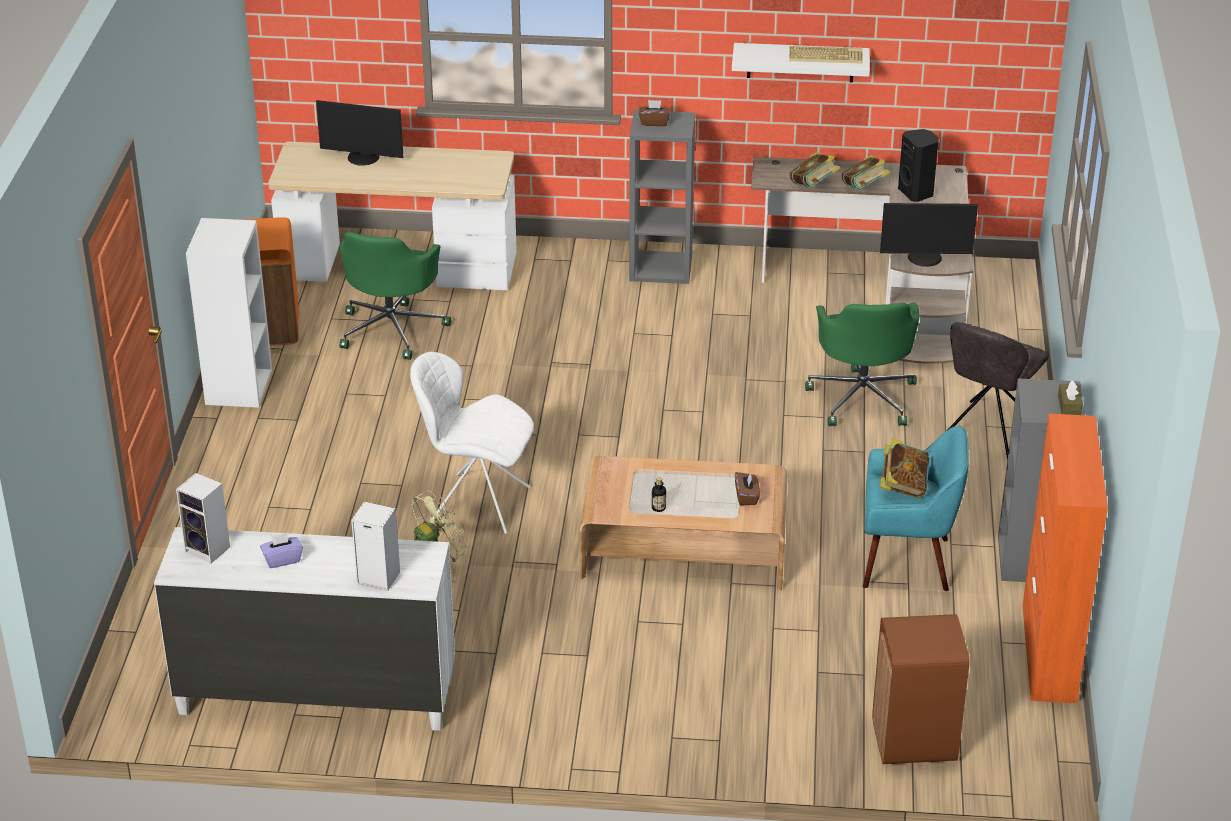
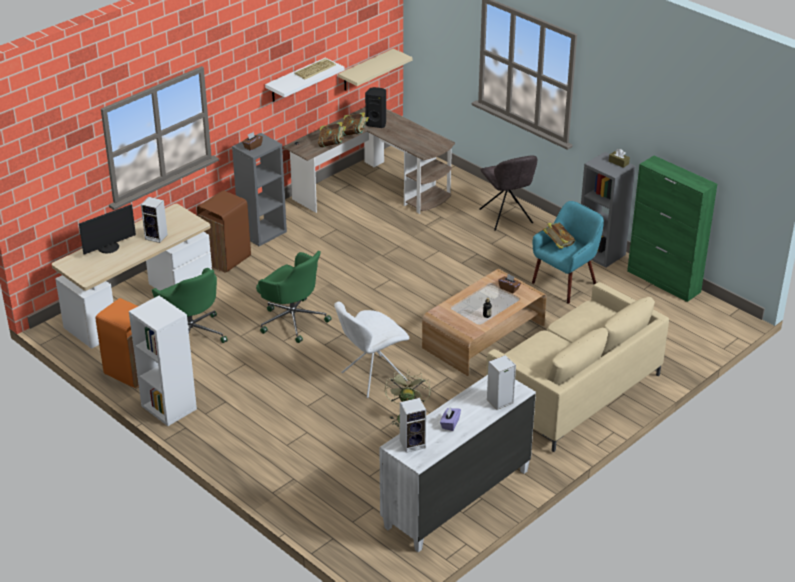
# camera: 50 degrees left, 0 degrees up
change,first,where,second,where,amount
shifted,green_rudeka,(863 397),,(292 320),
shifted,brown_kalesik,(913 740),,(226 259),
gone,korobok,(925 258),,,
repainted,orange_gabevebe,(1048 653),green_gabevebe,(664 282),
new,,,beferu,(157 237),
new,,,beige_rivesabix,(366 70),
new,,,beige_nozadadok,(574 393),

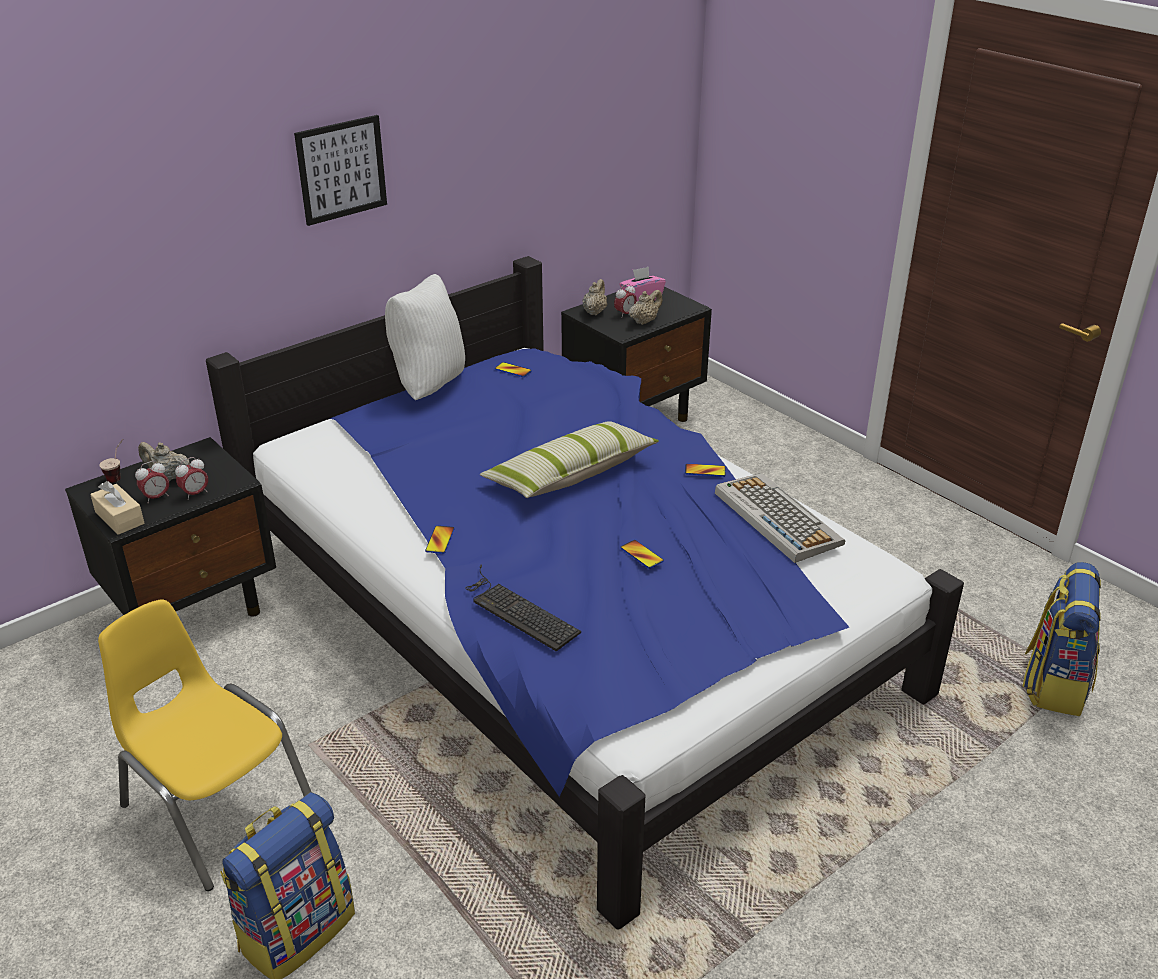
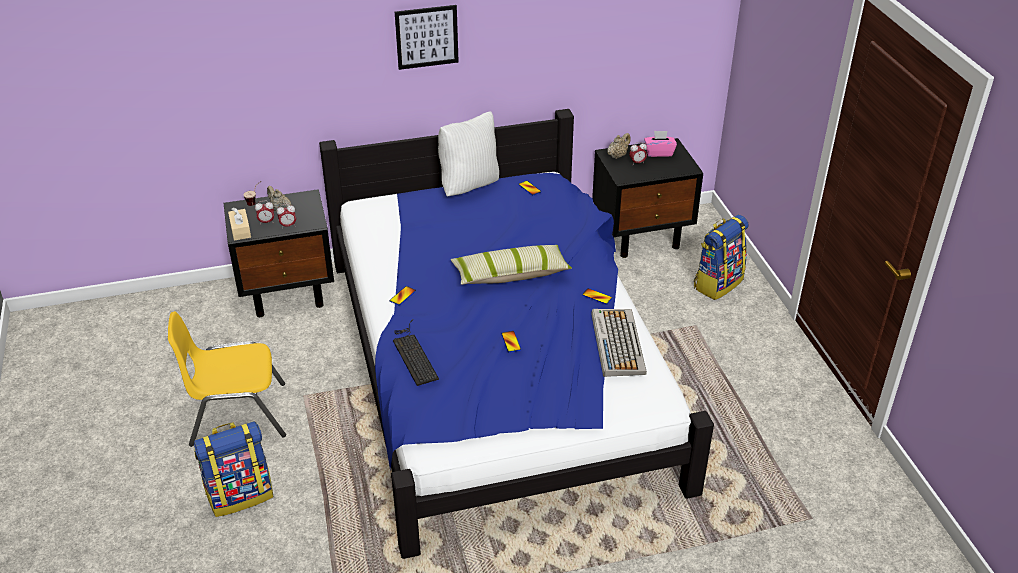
# camera: 25 degrees right, 5 degrees up
change,first,where,second,where,amount
rotated,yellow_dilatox,(217 808),,(238 415),75 degrees counterclockwise
gone,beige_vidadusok,(644 321),,,
shifted,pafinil,(1053 683),,(717 283),

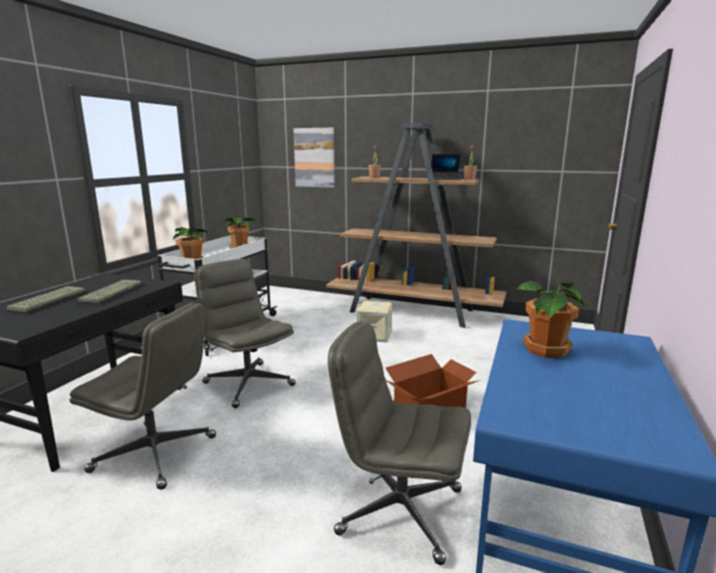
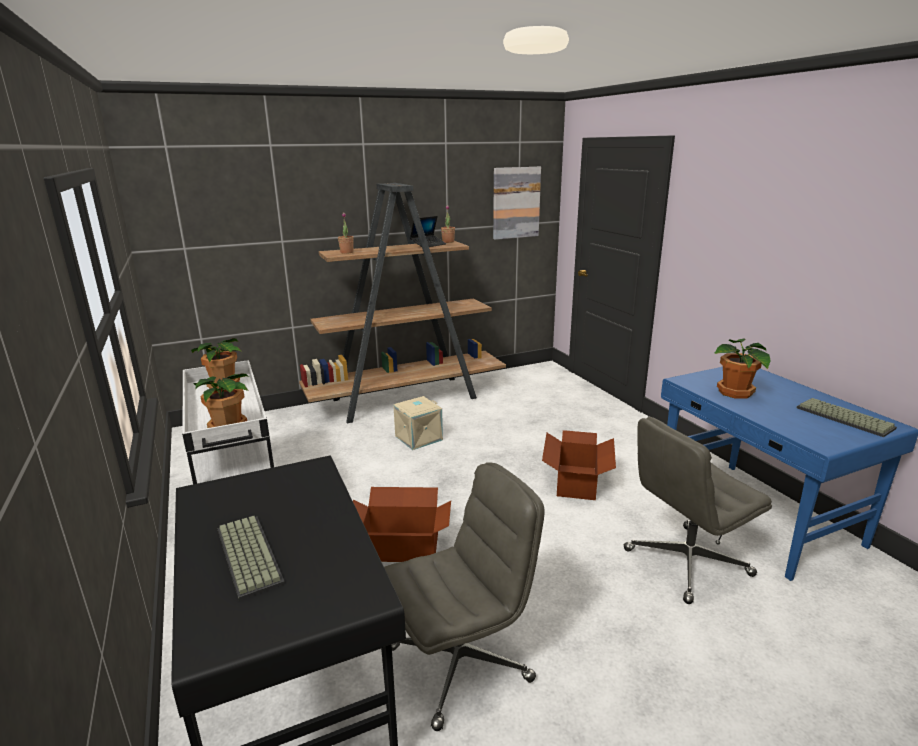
# camera: 45 degrees left, 5 degrees up
change,first,where,second,where,amount
shifted,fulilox,(112 293),,(842 418),
swapped,grey_rudeka,(248 384),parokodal,(400 546),
shifted,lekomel,(314 157),,(516 203),

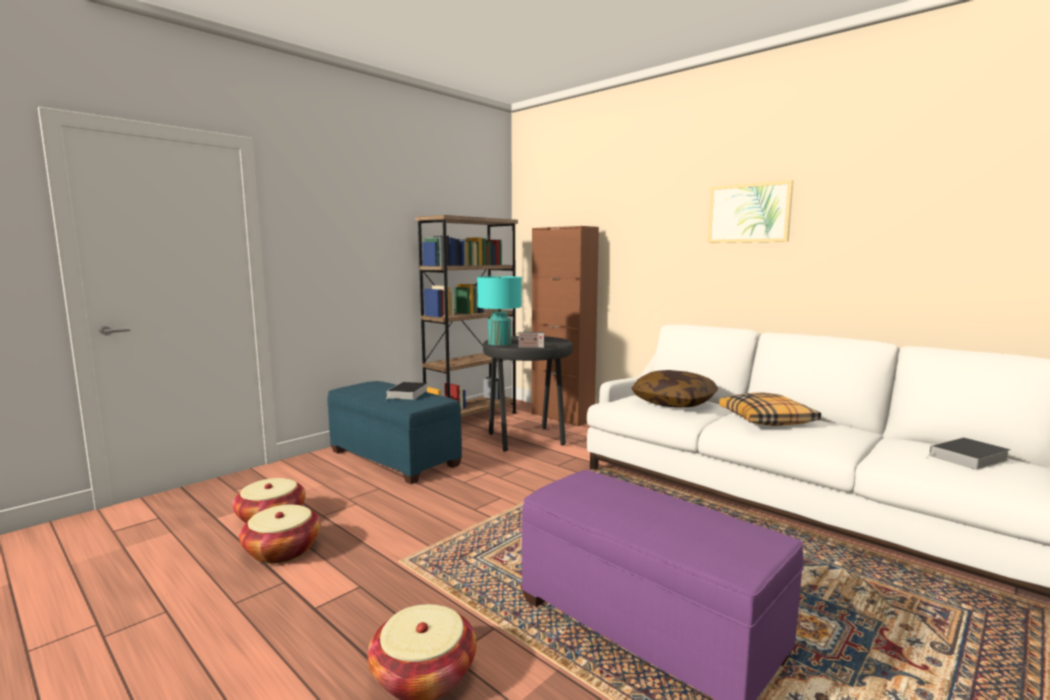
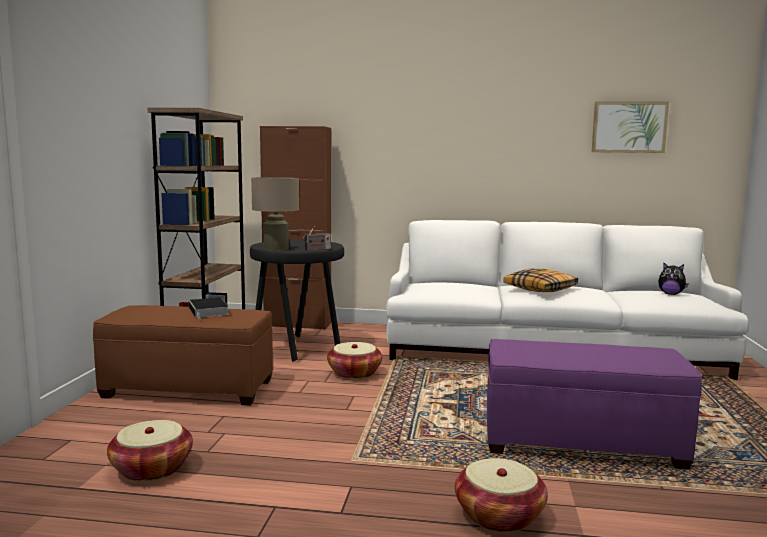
# camera: 35 degrees left, 0 degrees up
change,first,where,second,where,amount
shifted,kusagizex,(282 551),,(354 373),
repainted,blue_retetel,(393 458),brown_retetel,(188 389),
repainted,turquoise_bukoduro,(499 343),beige_bukoduro,(276 248),
gone,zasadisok,(674 402),,,
shifted,lekomel,(749 213),,(629 127),
swapped,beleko,(968 458),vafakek,(671 294),

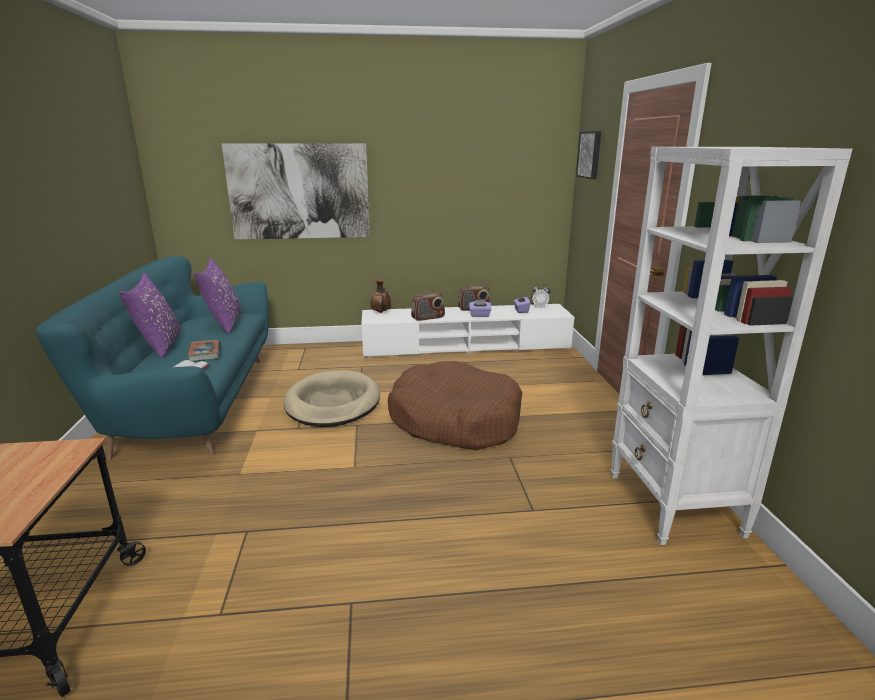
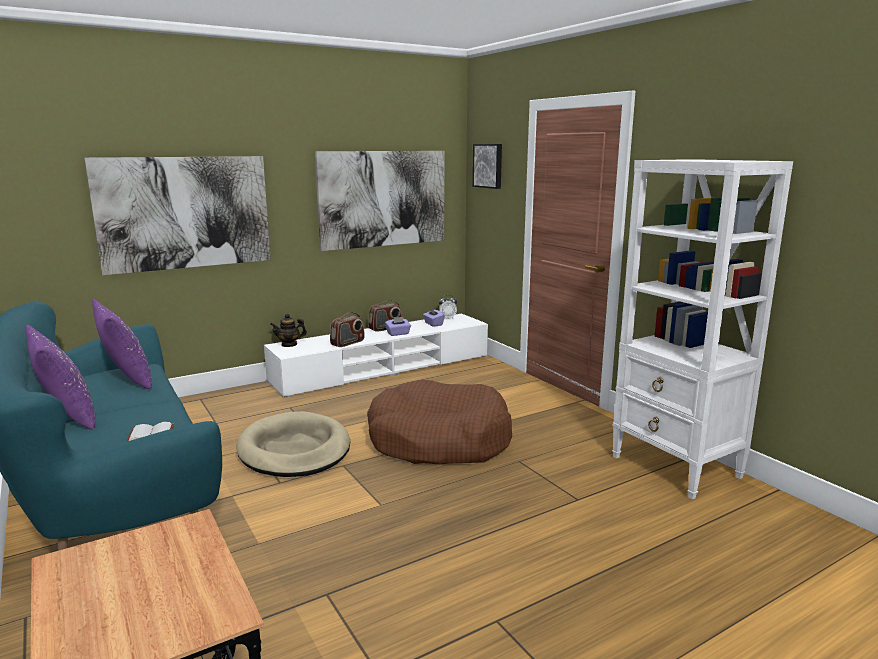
# camera: 25 degrees left, 5 degrees down
change,first,where,second,where,amount
gone,beleko,(205 353),,,
swapped,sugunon,(381 312),vidadusok,(289 344),
new,,,lekomel,(383 198),

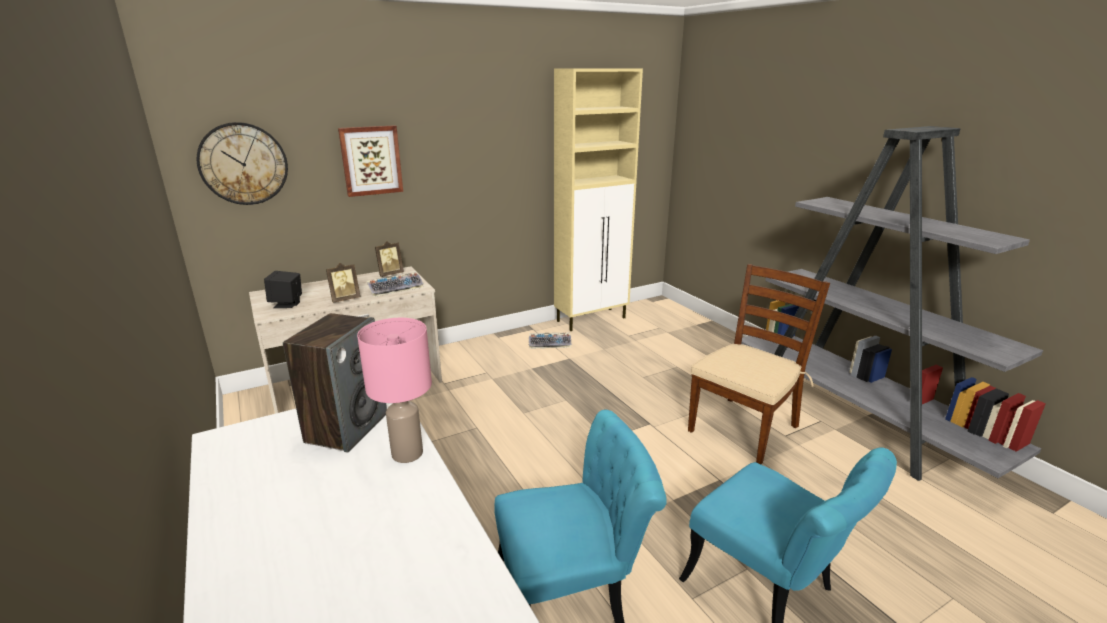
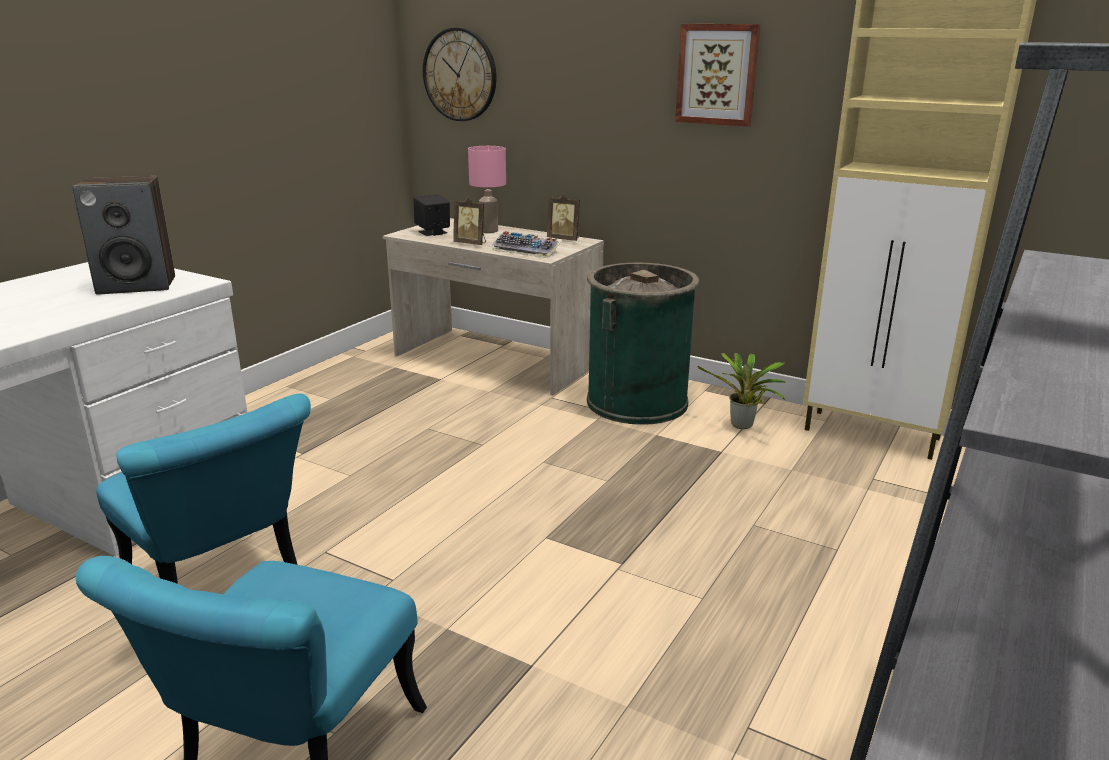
# camera: 60 degrees right, 0 degrees up
change,first,where,second,where,amount
shifted,lekomel,(371 160),,(717 74),
shifted,pink_bukoduro,(408 453),,(489 231),
swapped,fulilox,(550 343),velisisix,(742 427),
gone,brown_dilatox,(743 428),,,
new,,,green_kalesik,(637 402),

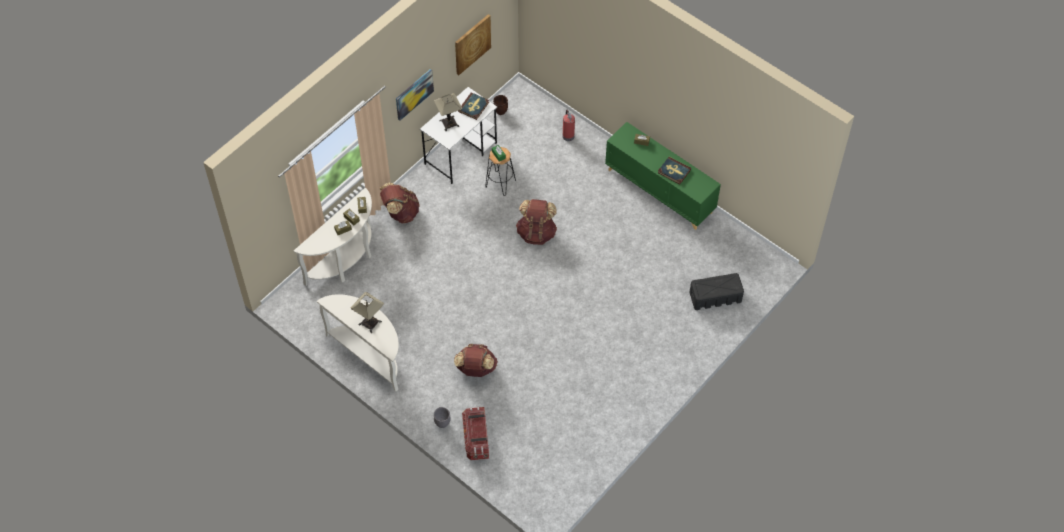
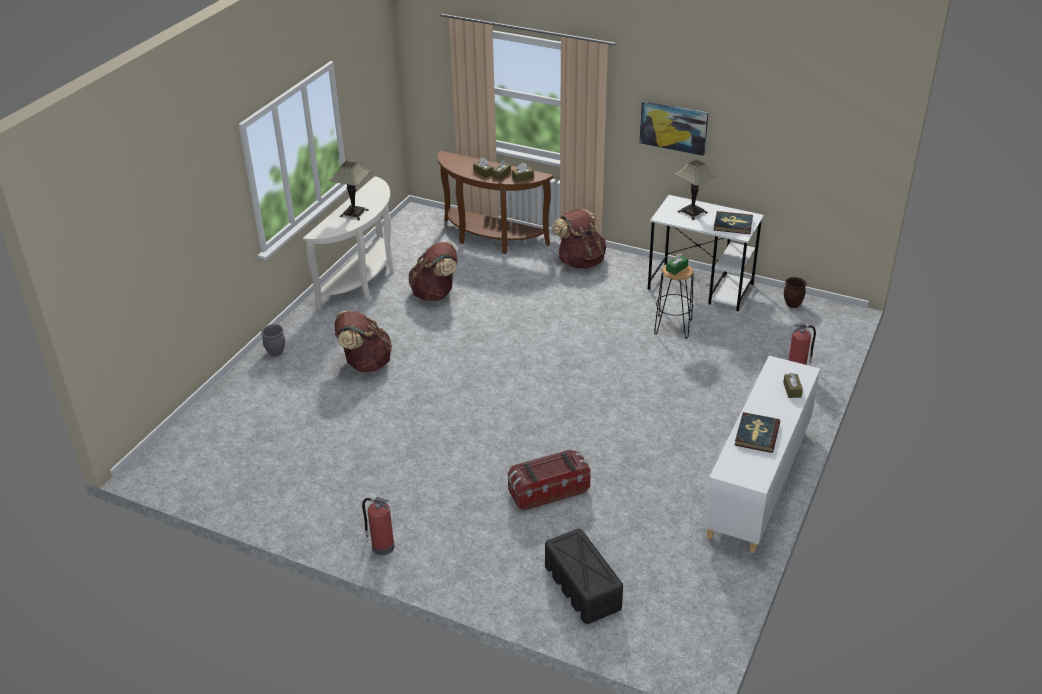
# camera: 75 degrees right, 20 degrees down
change,first,where,second,where,amount
repainted,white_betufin,(346 261),brown_betufin,(490 239),
gone,lekomel,(472 44),,,
shifted,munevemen,(476 438),,(548 491),
shifted,brown_pafinil,(536 233),,(435 294),
repainted,green_gabevebe,(660 191),white_gabevebe,(758 482),
new,,,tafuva,(382 546),

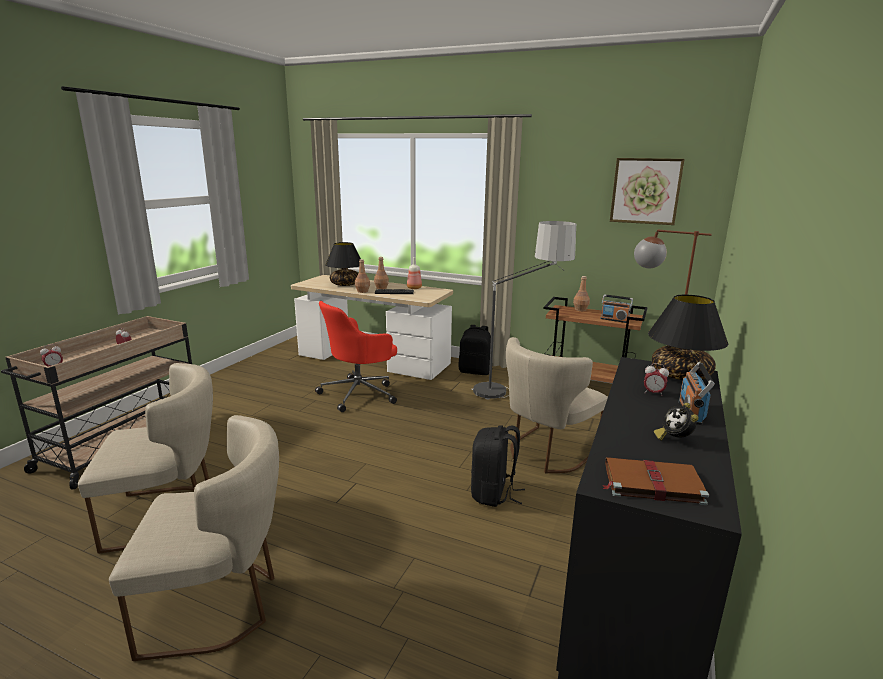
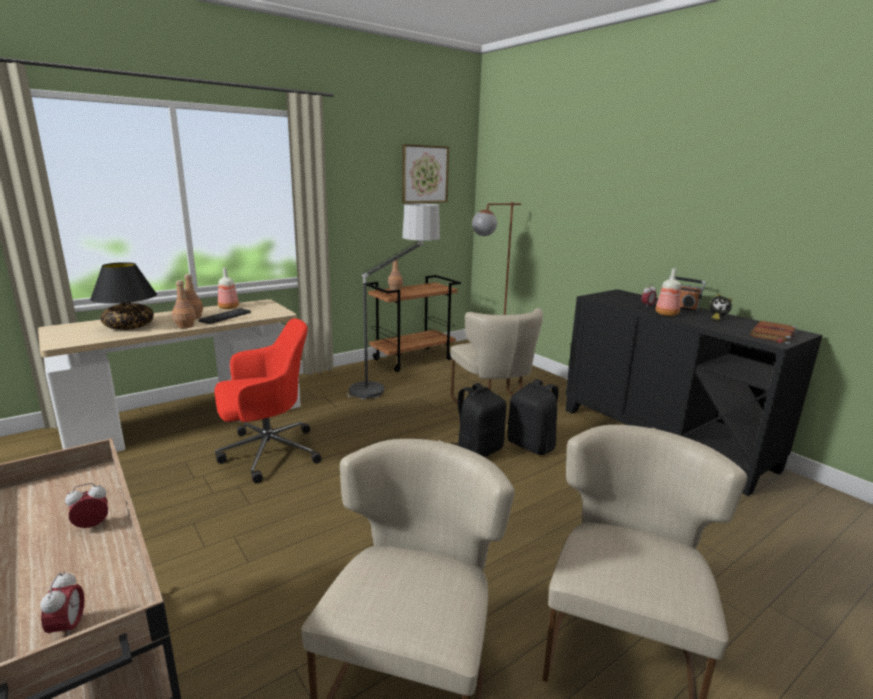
# camera: 60 degrees left, 0 degrees up
change,first,where,second,where,amount
rotated,red_rudeka,(359 394),,(267 453),105 degrees counterclockwise
shifted,black_pafinil,(475 371),,(478 451),
gone,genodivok,(614 320),,,
gone,black_bukoduro,(680 375),,,
new,,,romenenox,(667 314),

